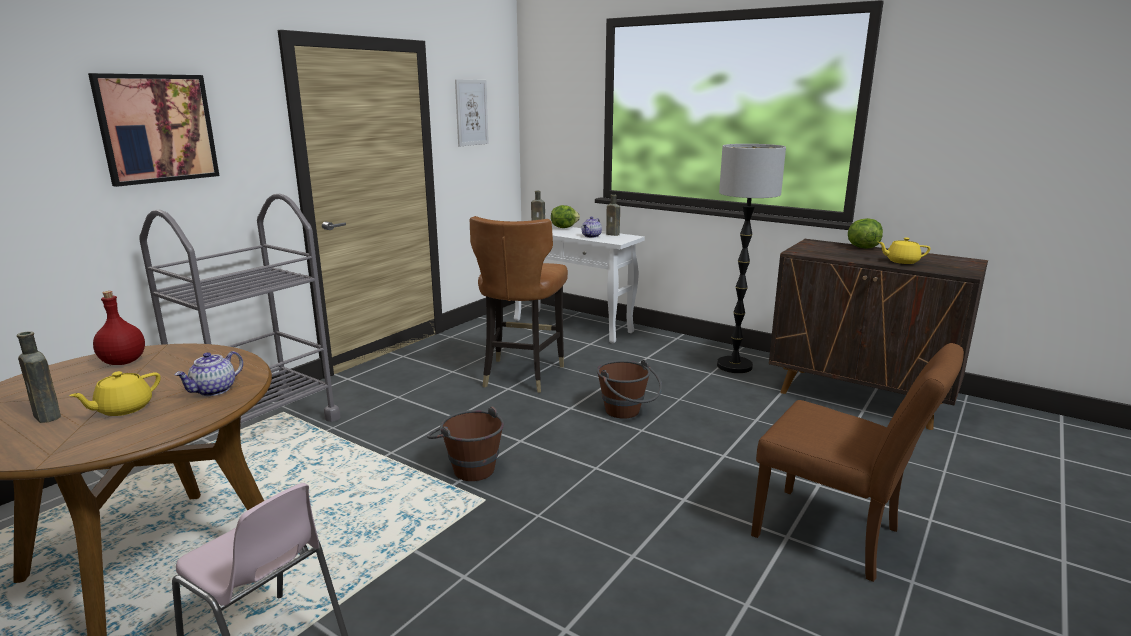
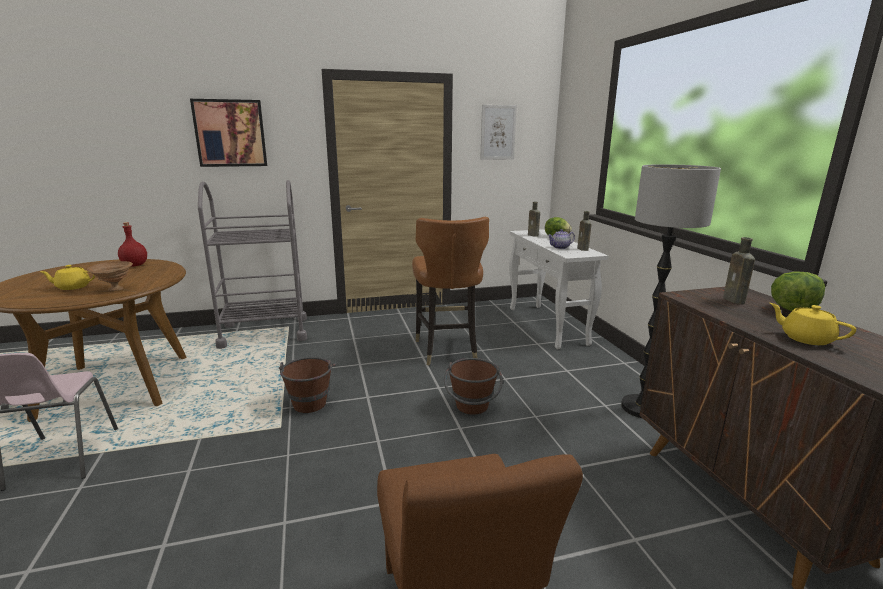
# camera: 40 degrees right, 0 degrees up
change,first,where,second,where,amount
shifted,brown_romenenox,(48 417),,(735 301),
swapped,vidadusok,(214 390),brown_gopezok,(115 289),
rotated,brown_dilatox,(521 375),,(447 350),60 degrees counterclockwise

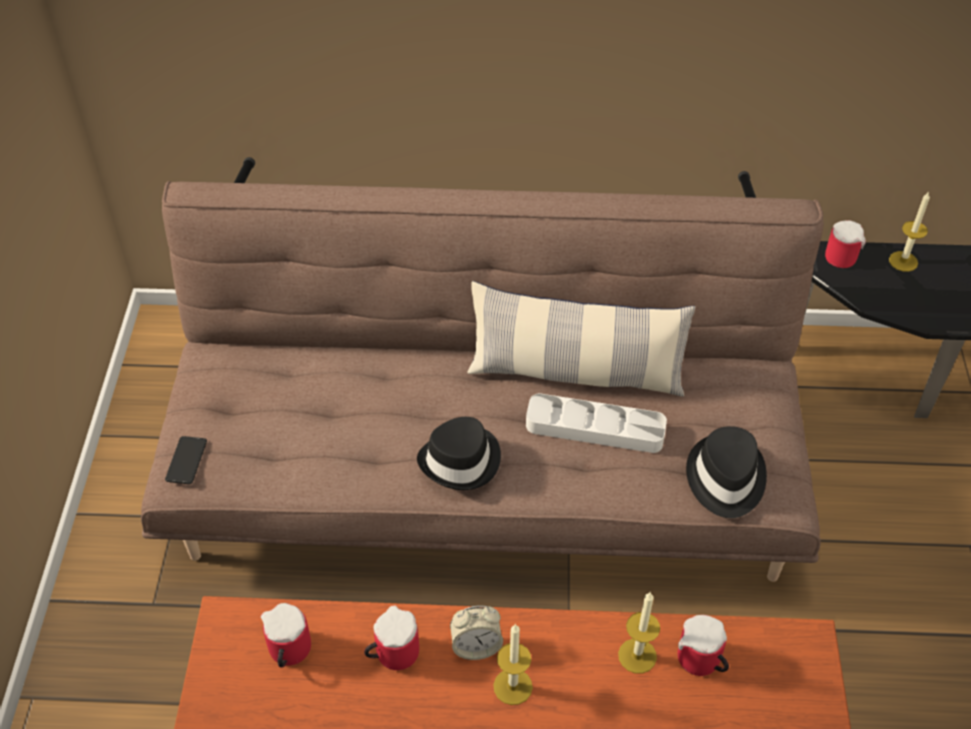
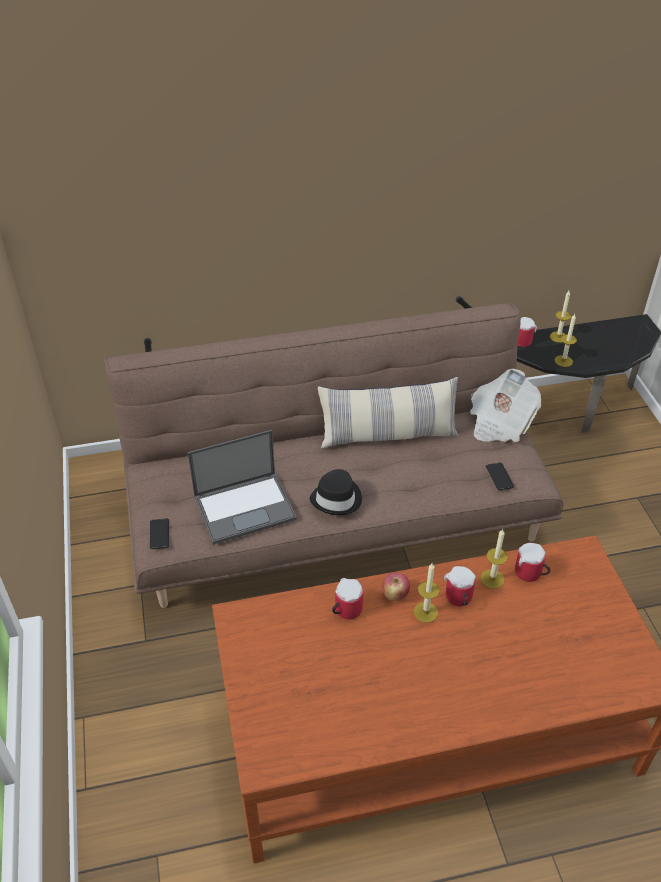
# camera: 15 degrees left, 5 degrees down
change,first,where,second,where,amount
shifted,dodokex,(287 653),,(458 599),
swapped,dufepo,(476 646),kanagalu,(395 595),
gone,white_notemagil,(595 428),,,
swapped,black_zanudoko,(725 478),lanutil,(499 477),
new,,,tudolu,(245 507),
new,,,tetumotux,(499 421),
new,,,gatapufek,(563 361),

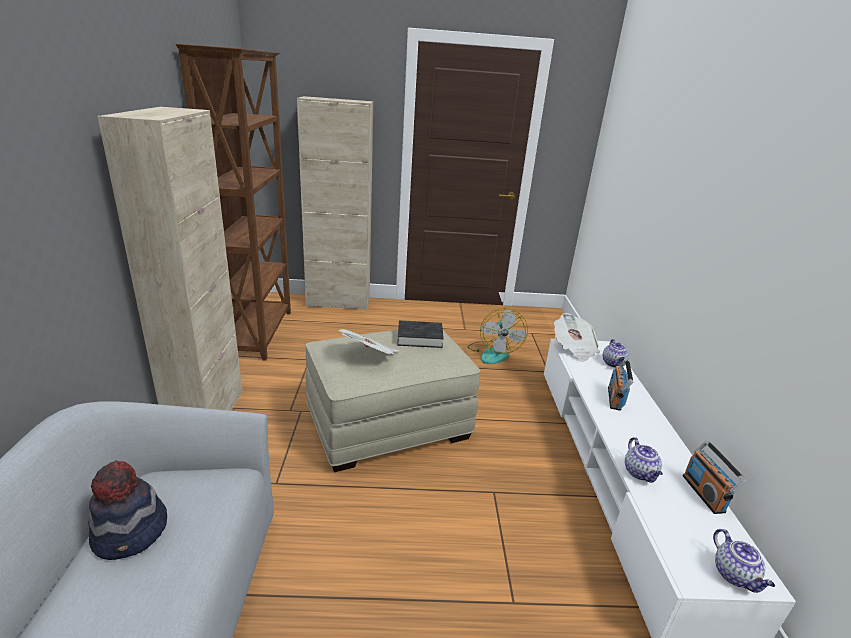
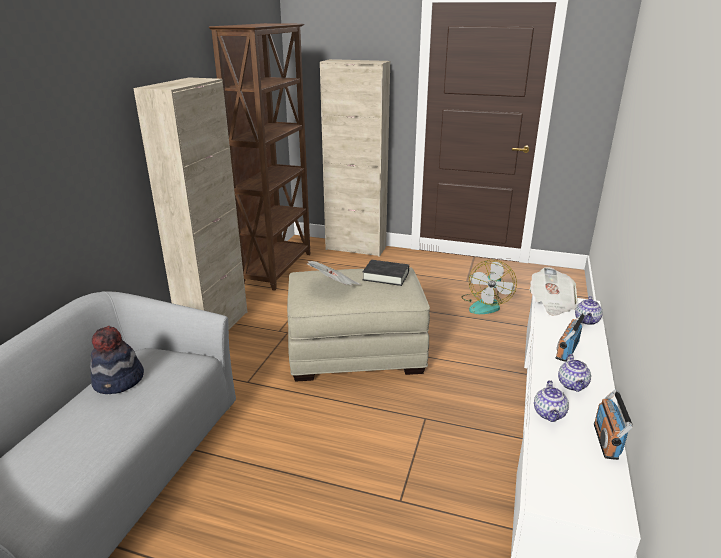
# camera: 20 degrees right, 0 degrees up
change,first,where,second,where,amount
shifted,vidadusok,(735 575),,(573 385),

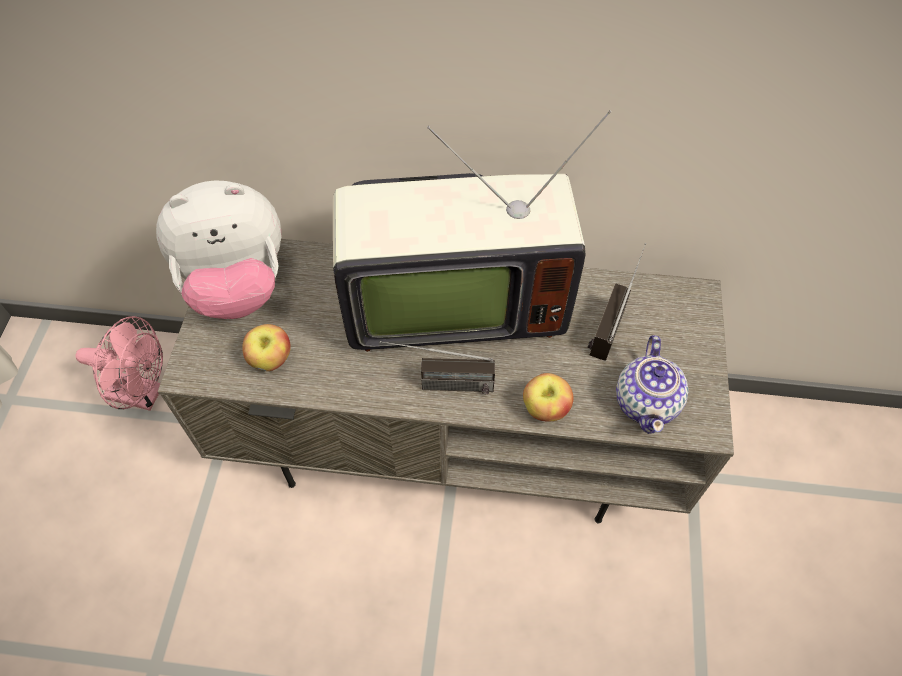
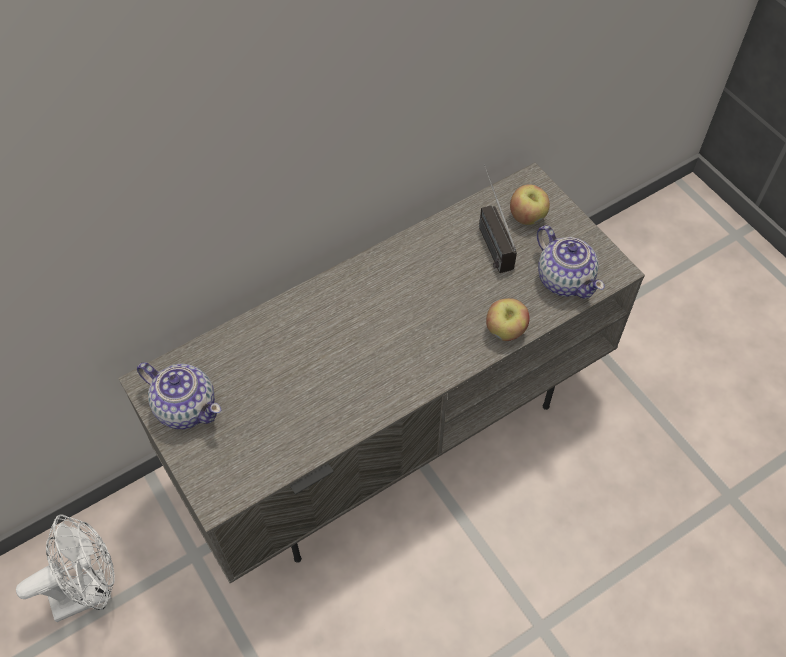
# camera: 40 degrees left, 0 degrees up
change,first,where,second,where,amount
repainted,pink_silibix,(143 394),white_silibix,(90 590),
swapped,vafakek,(237 286),vidadusok,(186 406),
shifted,kanagalu,(271 359),,(527 217),
gone,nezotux,(450 302),,,
gone,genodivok,(438 384),,,

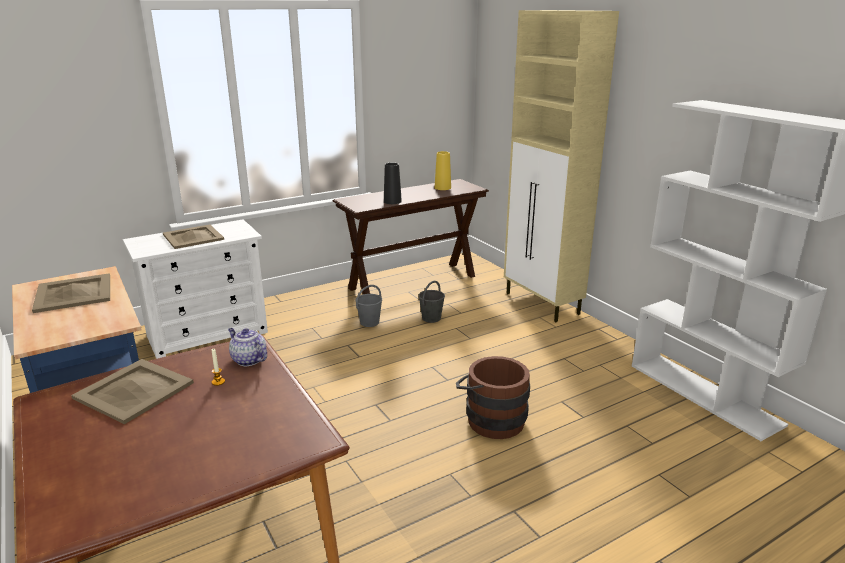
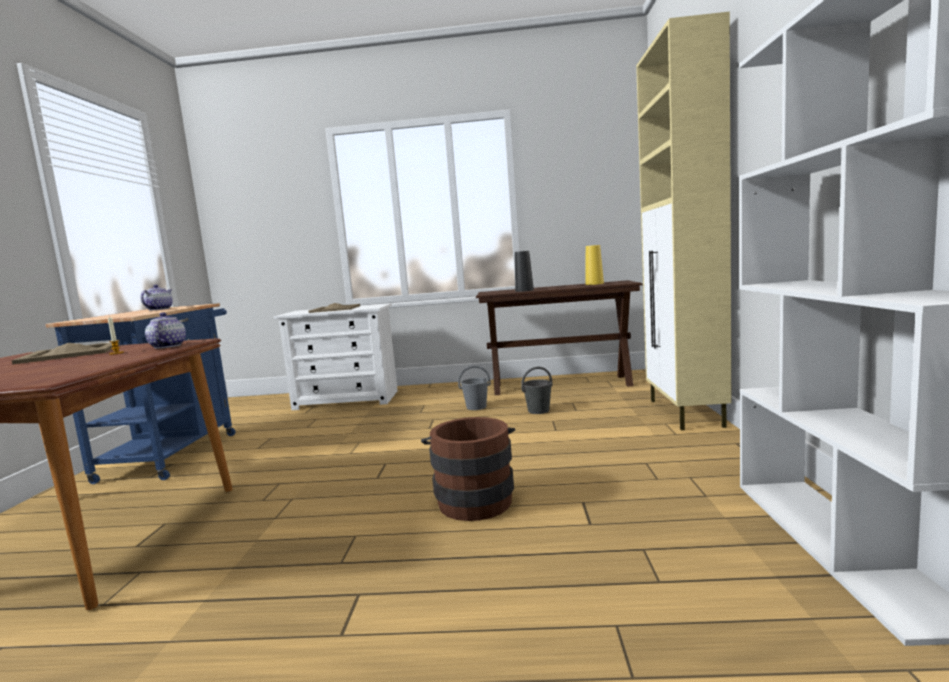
# camera: 35 degrees right, 15 degrees down
change,first,where,second,where,amount
swapped,beige_notemagil,(73 293),vidadusok,(159 309),

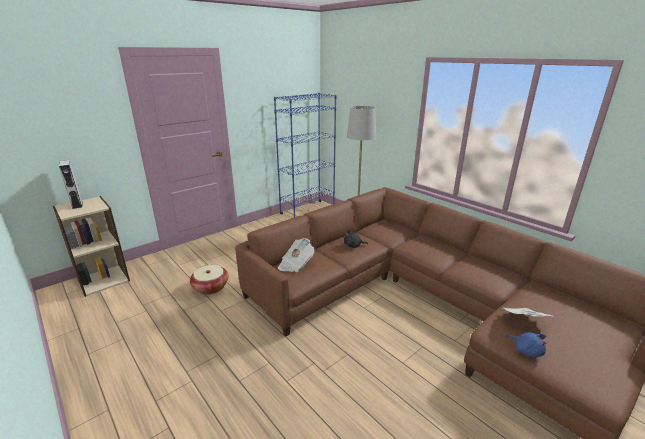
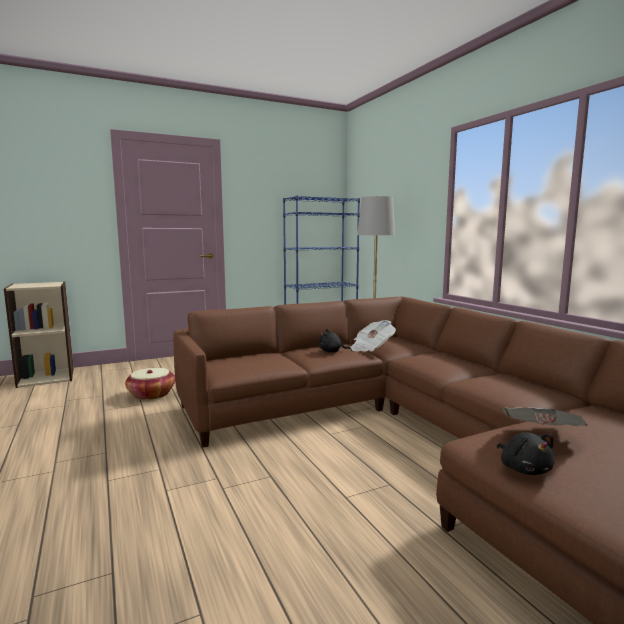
# camera: 15 degrees right, 15 degrees down
change,first,where,second,where,amount
gone,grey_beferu,(77 204),,,
shifted,tetumotux,(295 264),,(371 348),
repainted,blue_vafakek,(526 350),black_vafakek,(524 469),

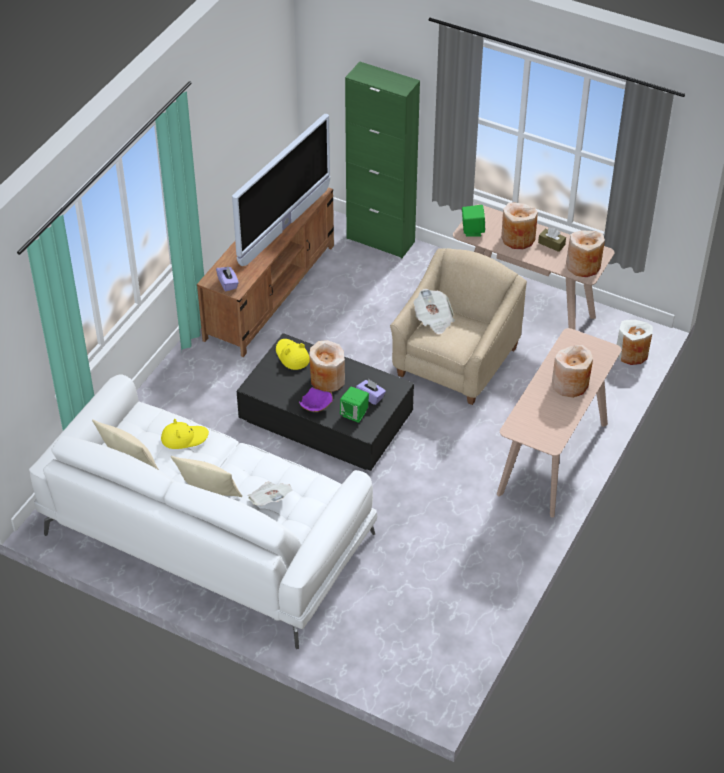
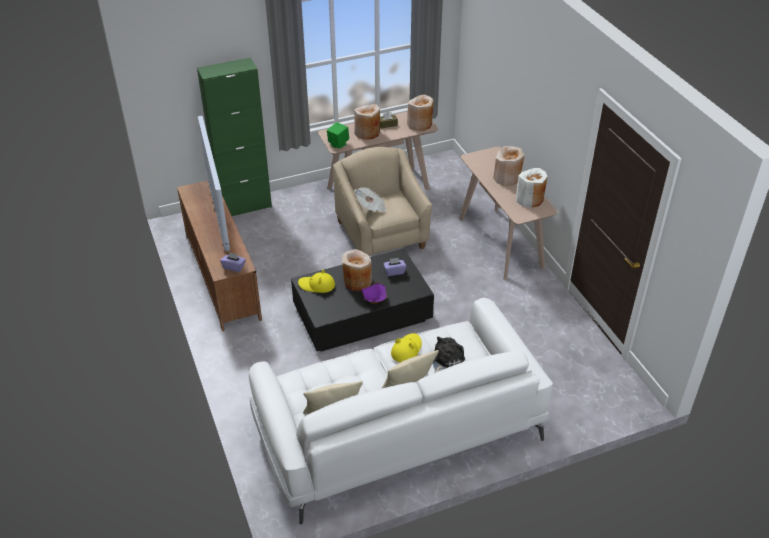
# camera: 50 degrees left, 5 degrees down
change,first,where,second,where,amount
shifted,yellow_zanudoko,(184 437),,(406 350),
swapped,tetumotux,(270 500),vafakek,(445 360),
gone,green_beferu,(354 414),,,
shifted,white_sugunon,(631 354),,(529 199),

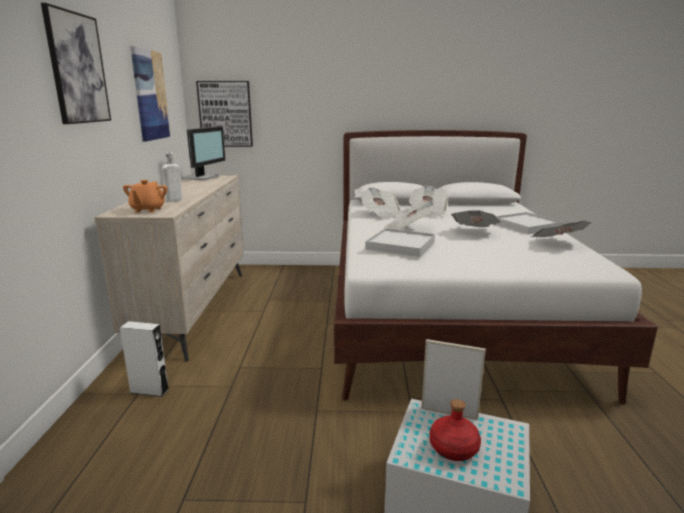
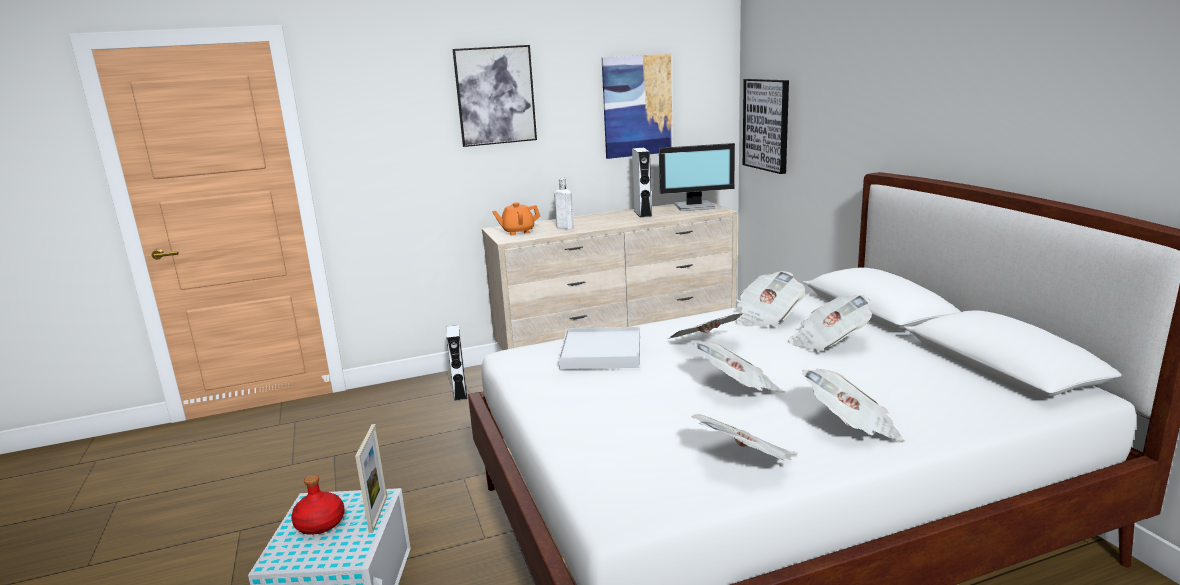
# camera: 70 degrees right, 0 degrees up
change,first,where,second,where,amount
swapped,white_notemagil,(526 226),tetumotux,(852 427),
new,,,white_beferu,(642 213),

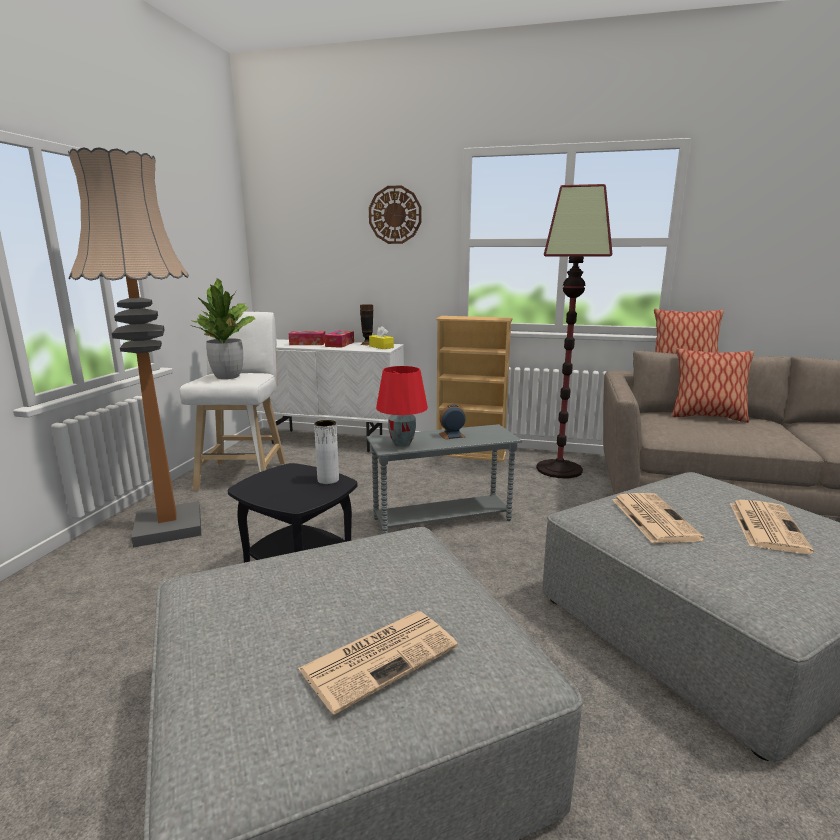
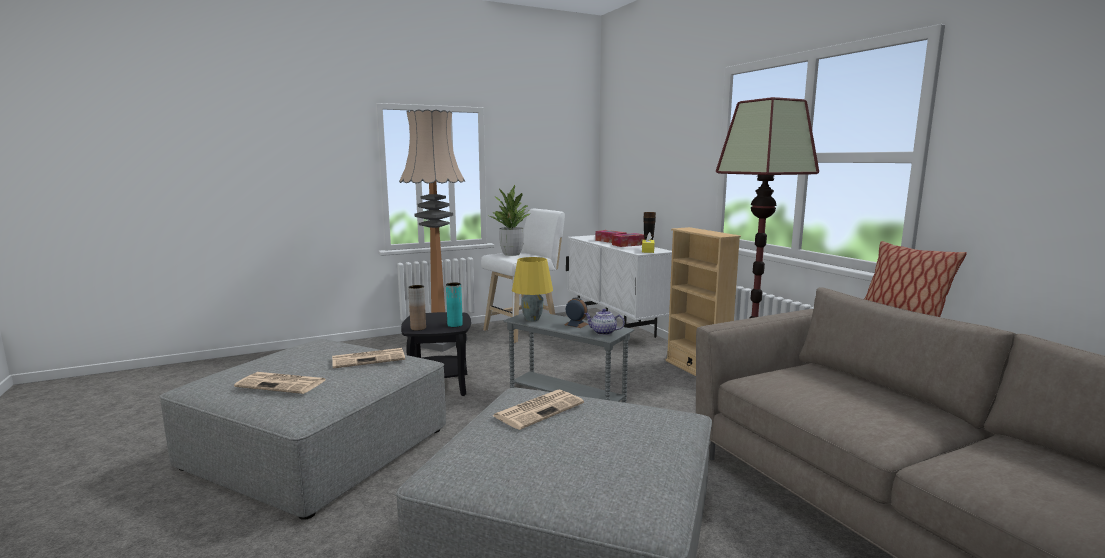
# camera: 50 degrees right, 5 degrees down
change,first,where,second,where,amount
repainted,white_sugunon,(328 480),turquoise_sugunon,(455 325),
gone,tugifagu,(395 215),,,
repainted,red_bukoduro,(402 443),yellow_bukoduro,(533 319),
gone,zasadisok,(707 417),,,
shifted,tetumotux,(766 526),,(369 359),
new,,,brown_sugunon,(418 328),
new,,,vidadusok,(603 332),

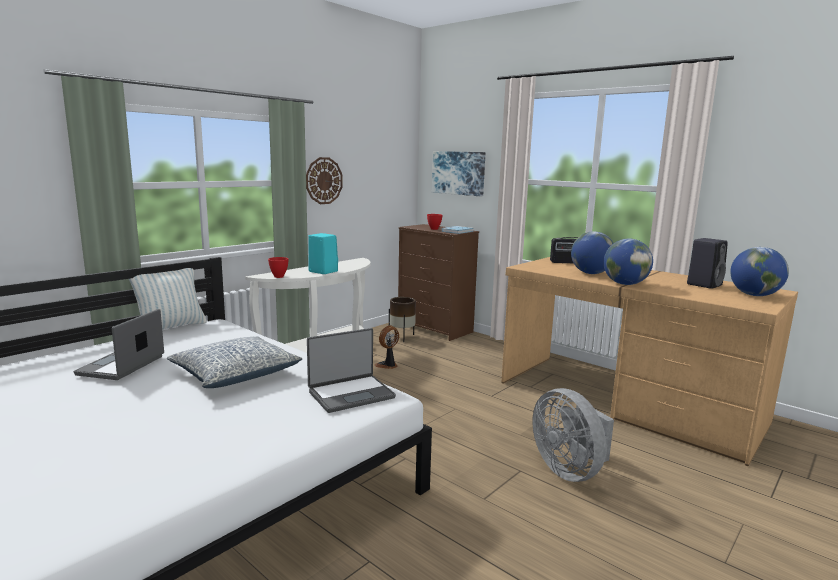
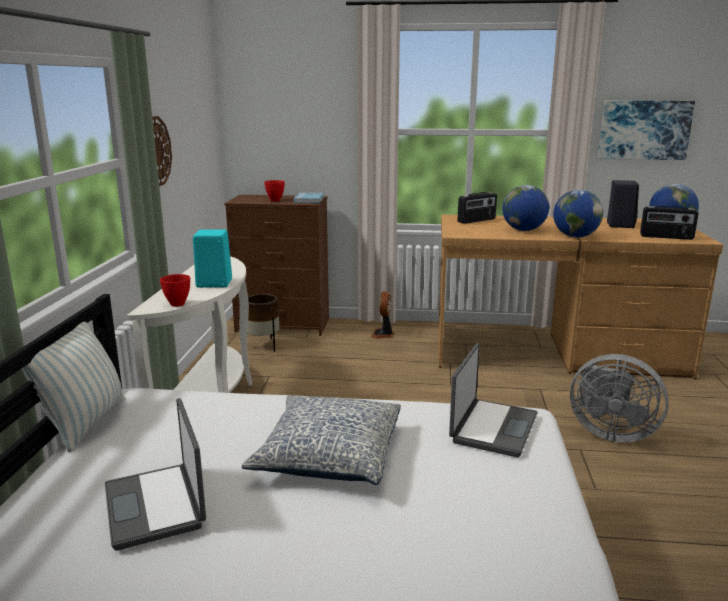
# camera: 35 degrees left, 5 degrees up
change,first,where,second,where,amount
shifted,silibix,(388 365),,(383 334),
shifted,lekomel,(458 173),,(644 130),
new,,,genodivok,(666 237),

